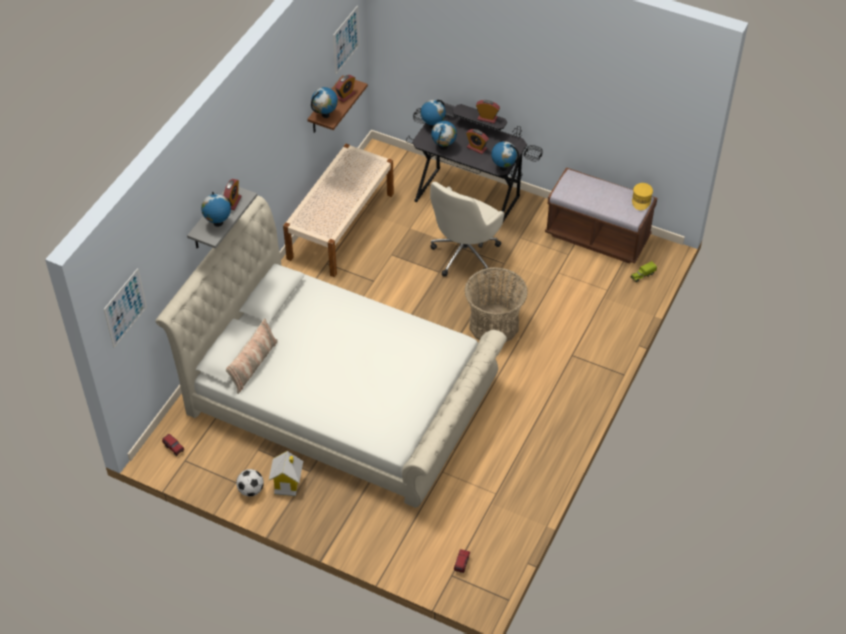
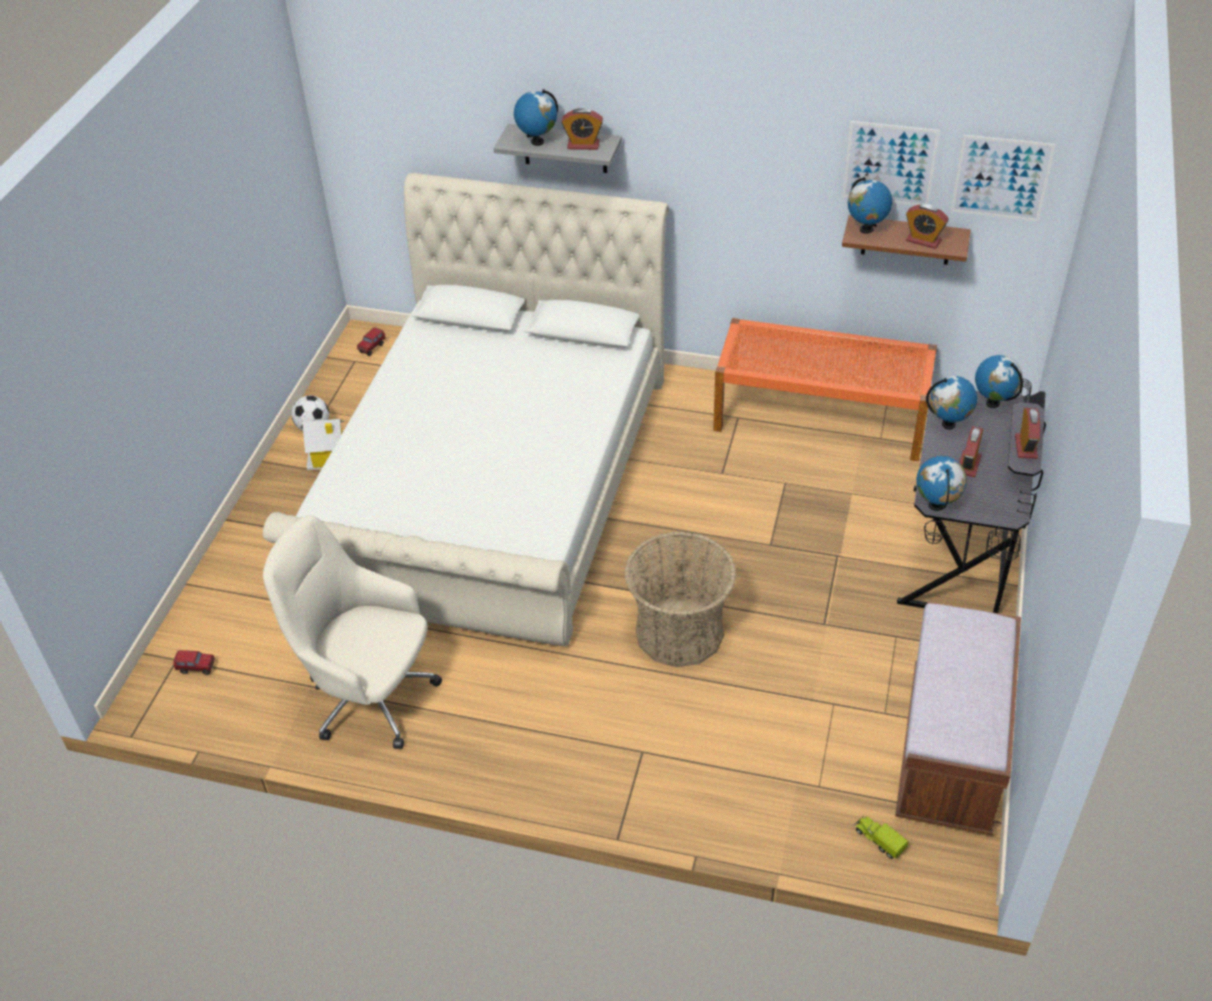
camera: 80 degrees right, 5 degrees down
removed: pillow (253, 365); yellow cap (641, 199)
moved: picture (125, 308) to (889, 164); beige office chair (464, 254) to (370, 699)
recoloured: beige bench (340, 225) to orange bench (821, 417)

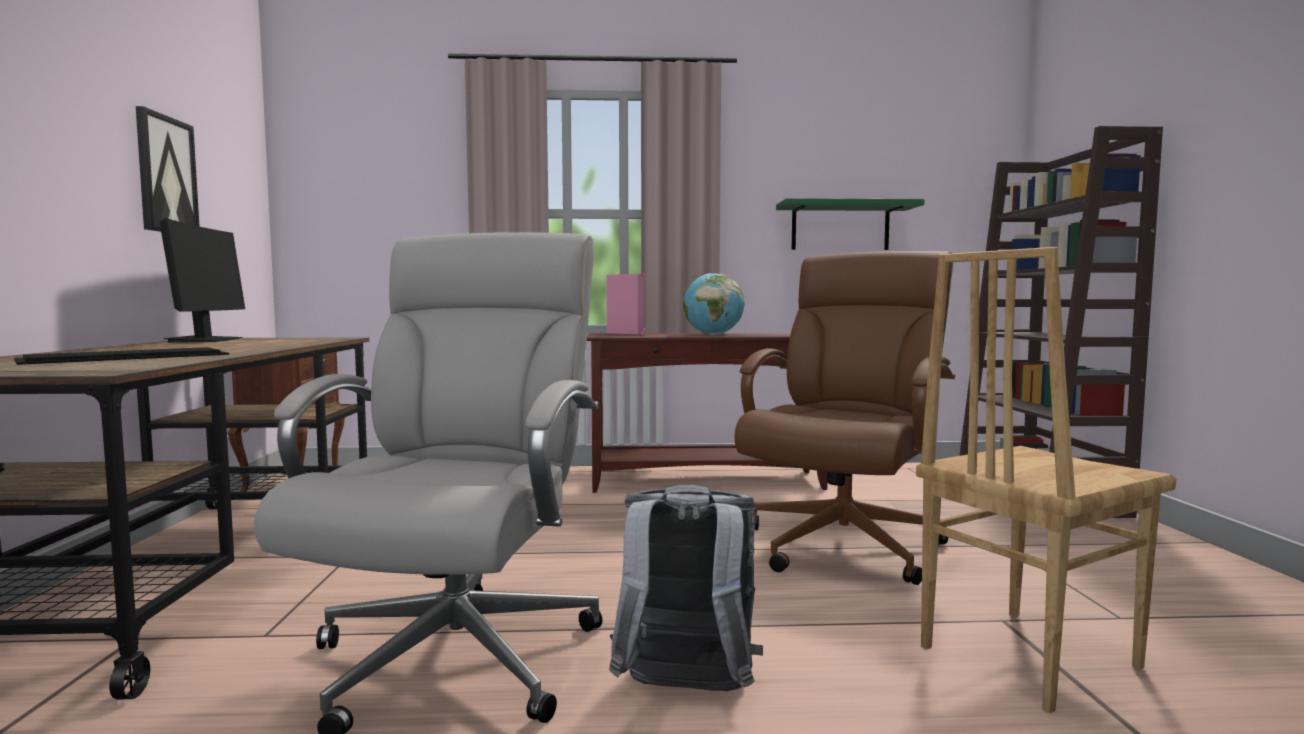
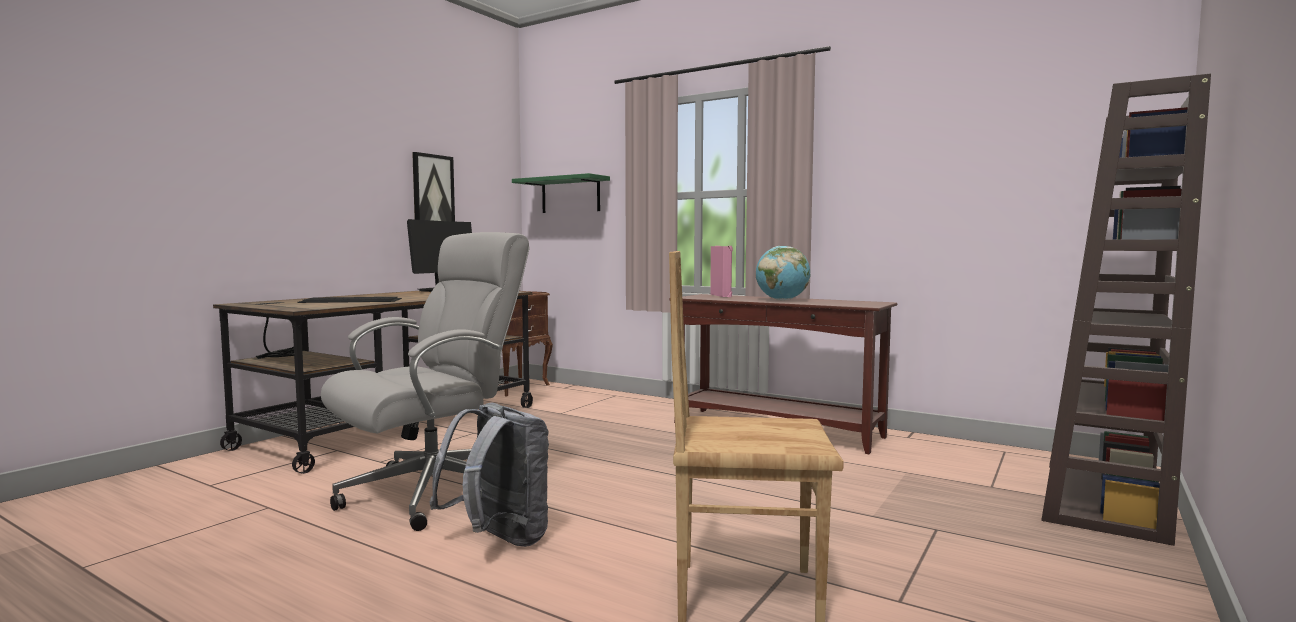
camera: 35 degrees right, 0 degrees up
removed: brown office chair (841, 546)
moved: green shelf (840, 227) to (570, 195)

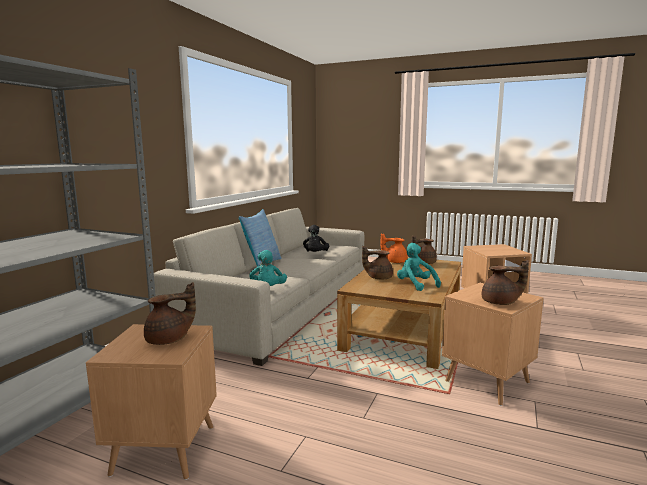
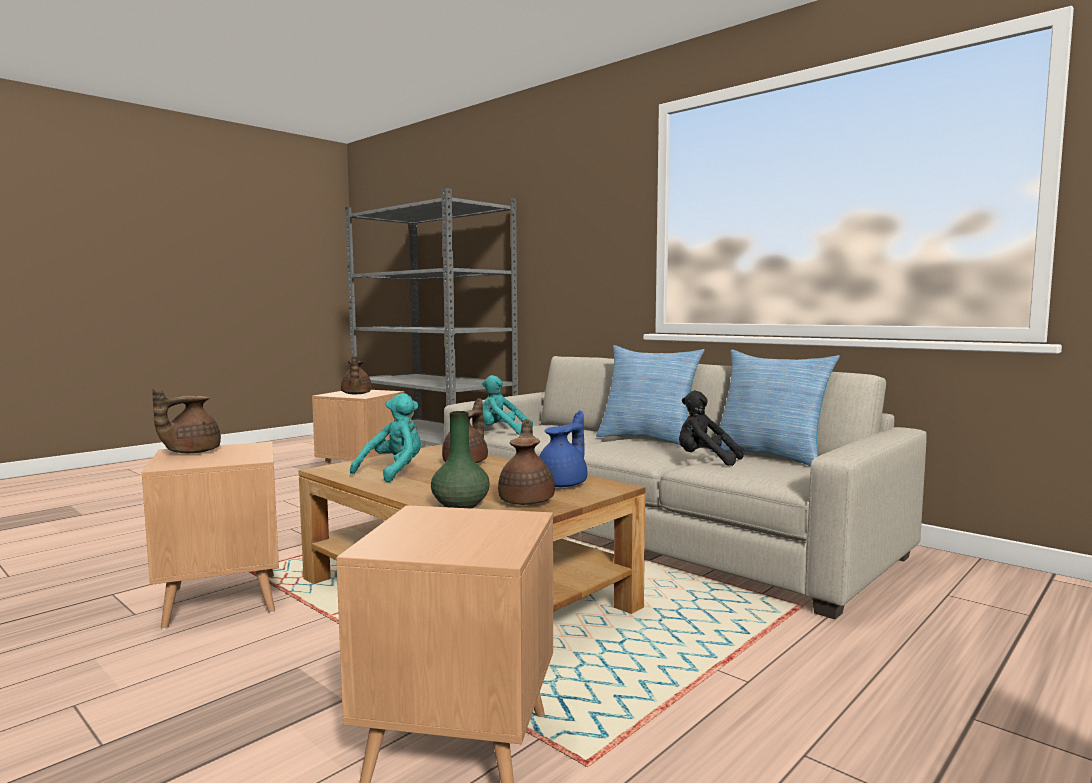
camera: 110 degrees right, 5 degrees down
added: green vase (461, 505); pillow (770, 456)
recoloured: orange teapot (395, 261) to blue teapot (563, 484)
turned: turquoise plush toy (415, 285) = (394, 472) 45 degrees counterclockwise

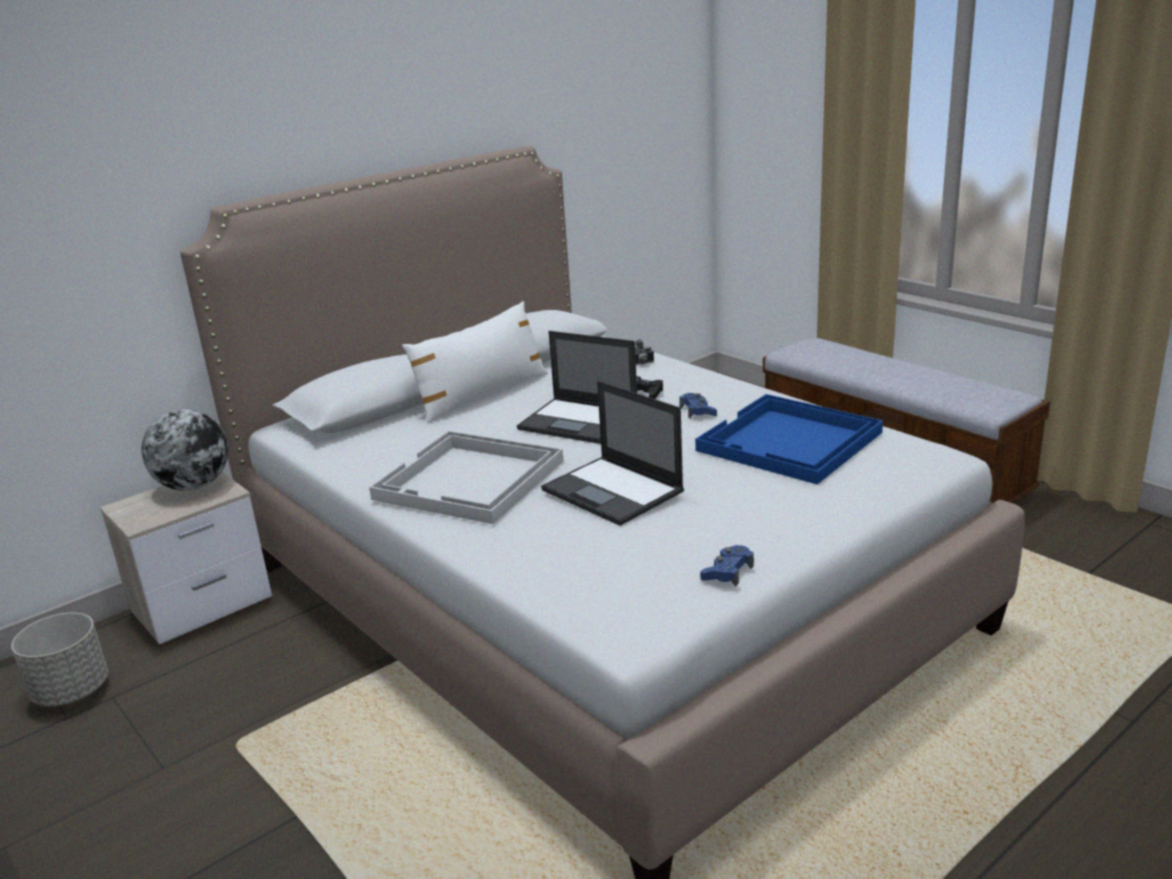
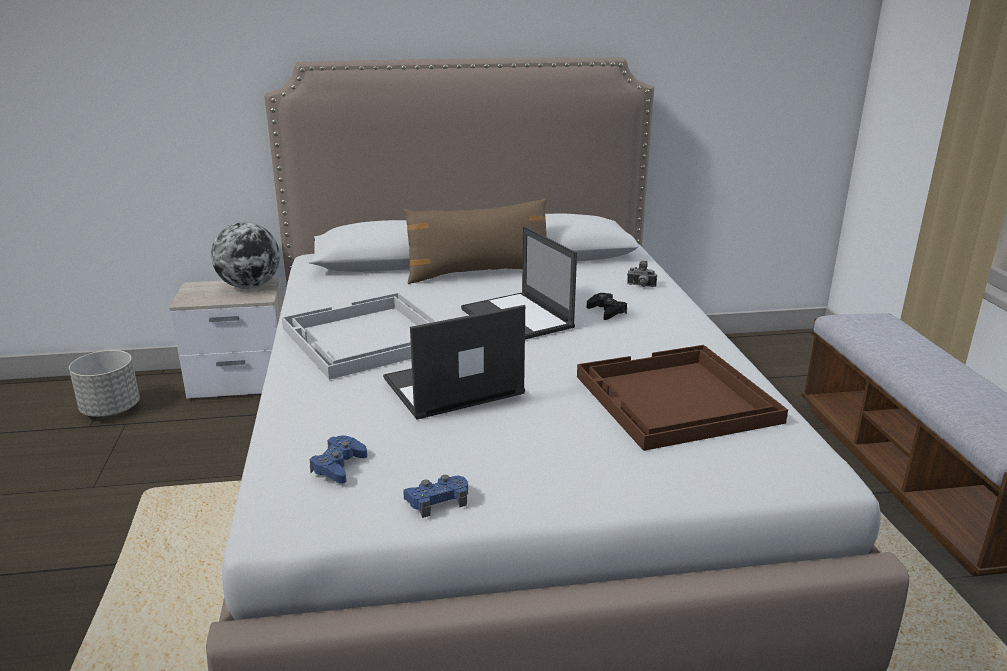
camera: 30 degrees right, 0 degrees up
moved: blue game controller (697, 411) to (338, 466)
recoloured: white pillow (481, 394) to brown pillow (479, 273); blue tray (790, 442) to brown tray (675, 400)
turned: laptop (614, 491) = (451, 387) 75 degrees clockwise

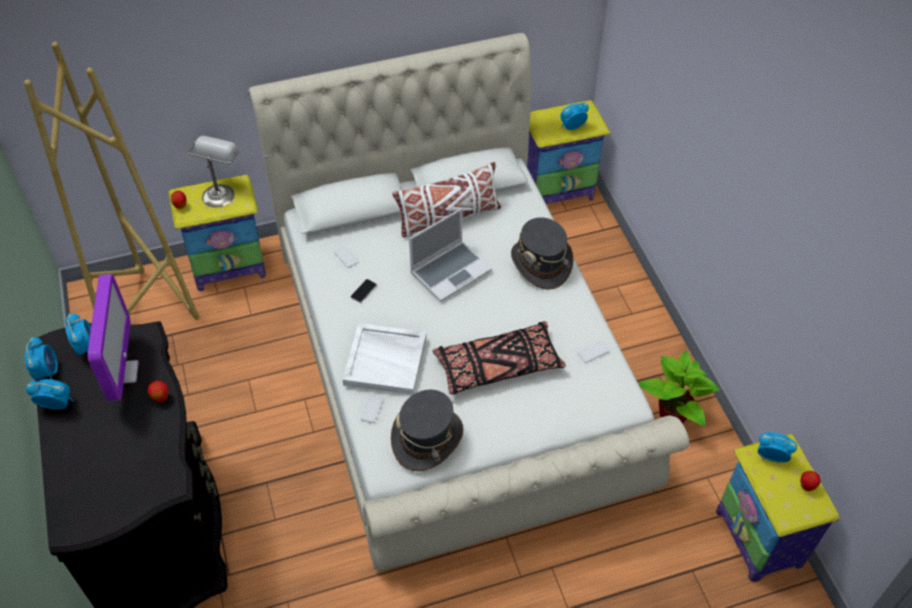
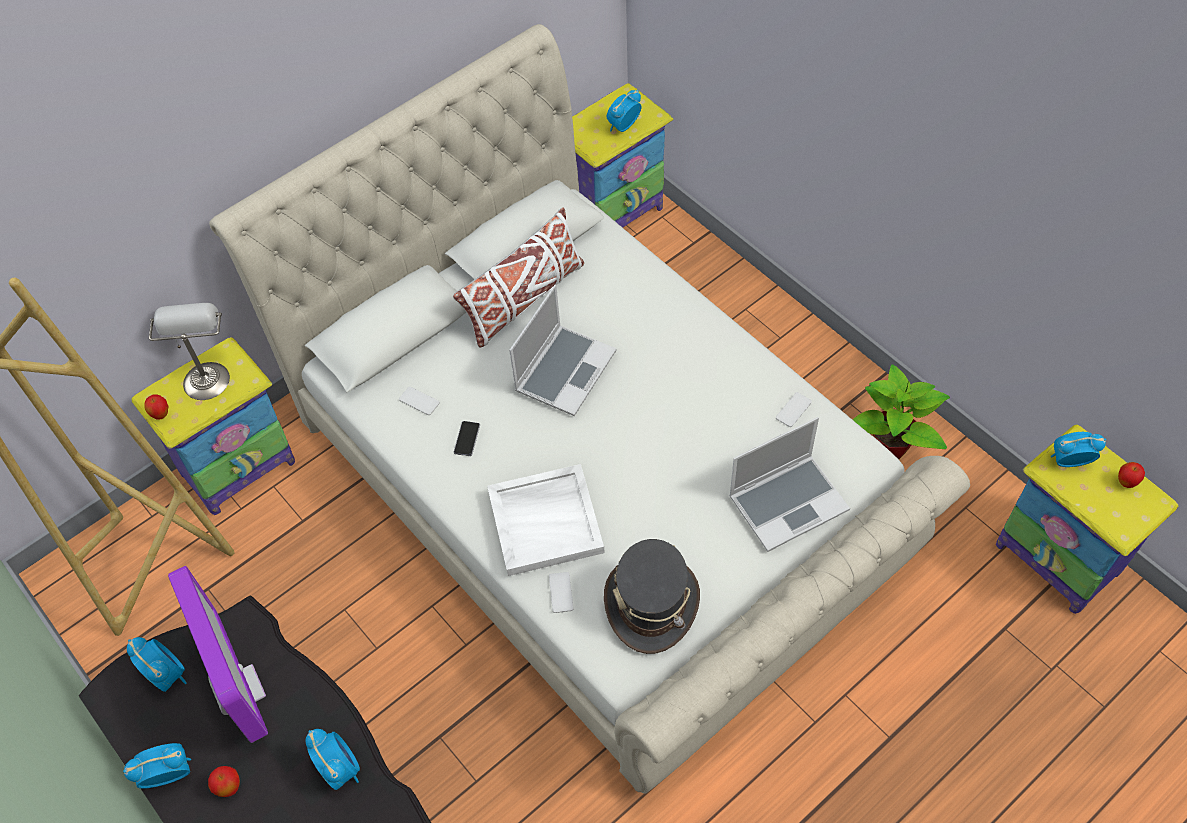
camera: 20 degrees left, 5 degrees up
removed: black pillow (498, 366); grey hat (541, 263)
added: laptop (788, 502)
moved: alarm clock (47, 372) to (340, 768); apple (161, 398) to (229, 788)

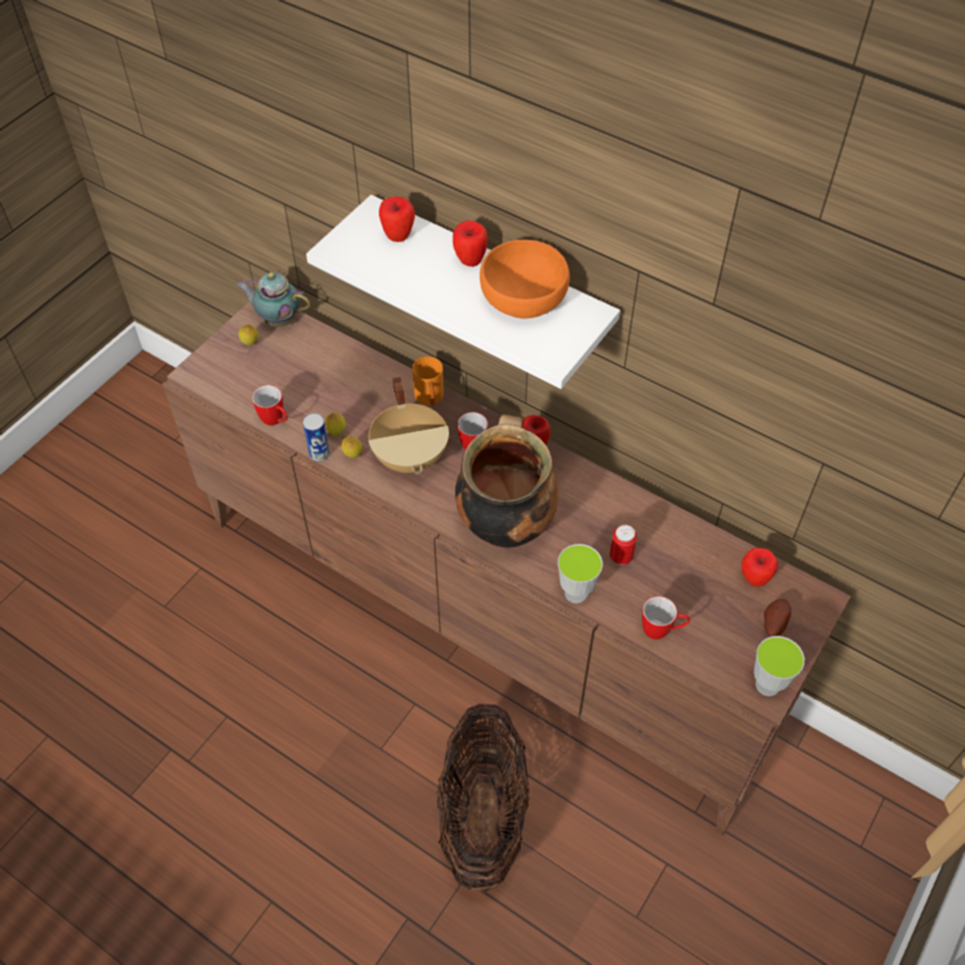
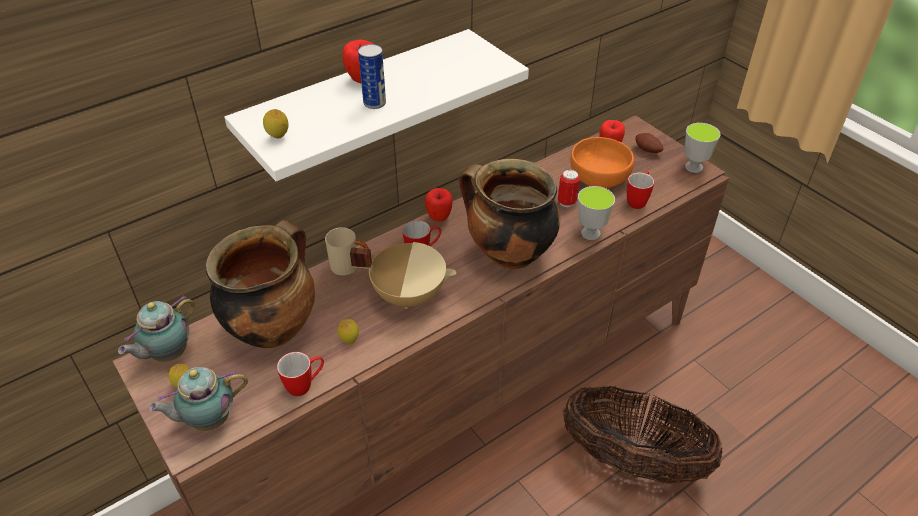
camera: 70 degrees left, 10 degrees down
removed: apple (398, 236)
added: teapot (208, 420); cooking pot (273, 327)
moved: can (319, 454) to (374, 103); lemon (353, 456) to (278, 138); orange bowl (522, 298) to (598, 178)
recoloured: orange mug (430, 399) to beige mug (350, 266)

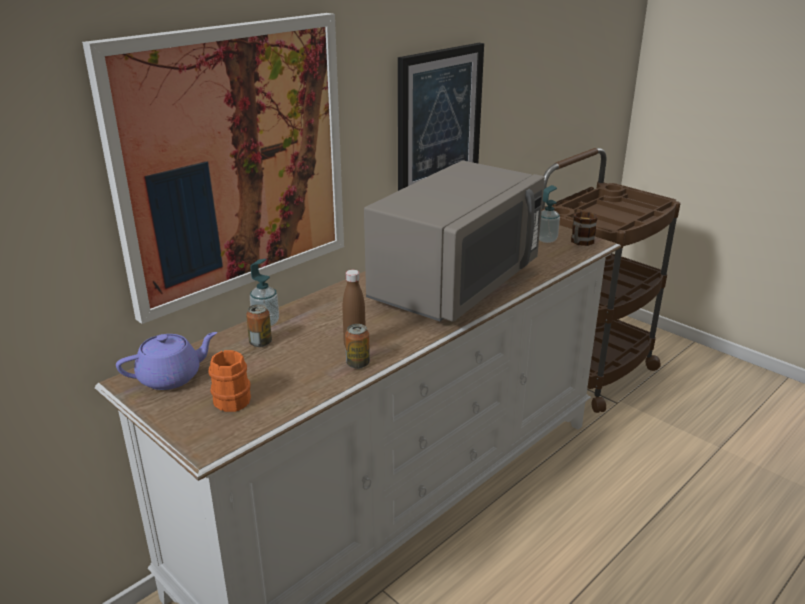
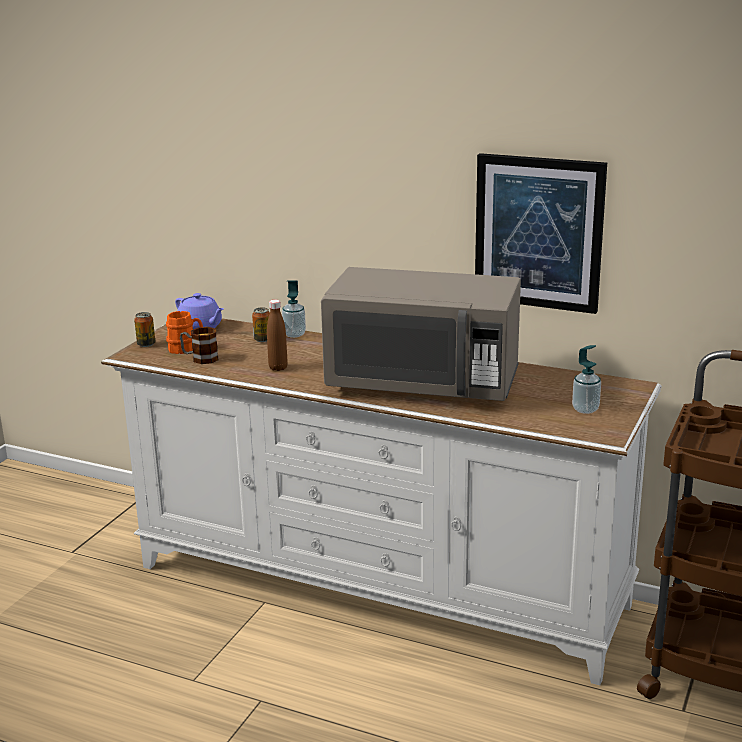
camera: 70 degrees right, 5 degrees down
removed: picture (233, 161)
moved: can (358, 364) to (146, 344); mug (580, 242) to (200, 358)

